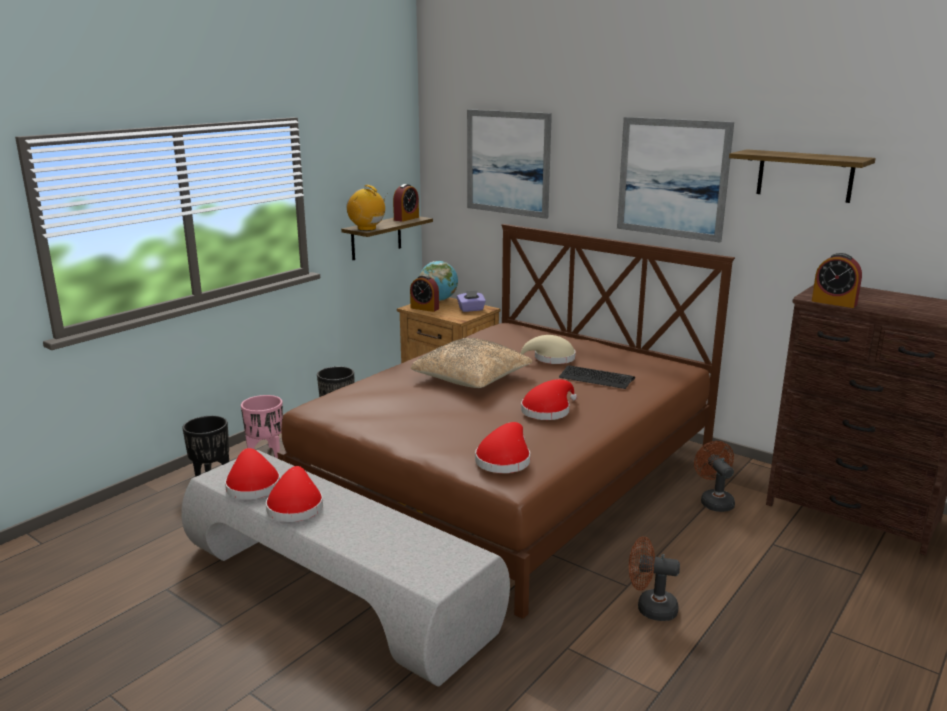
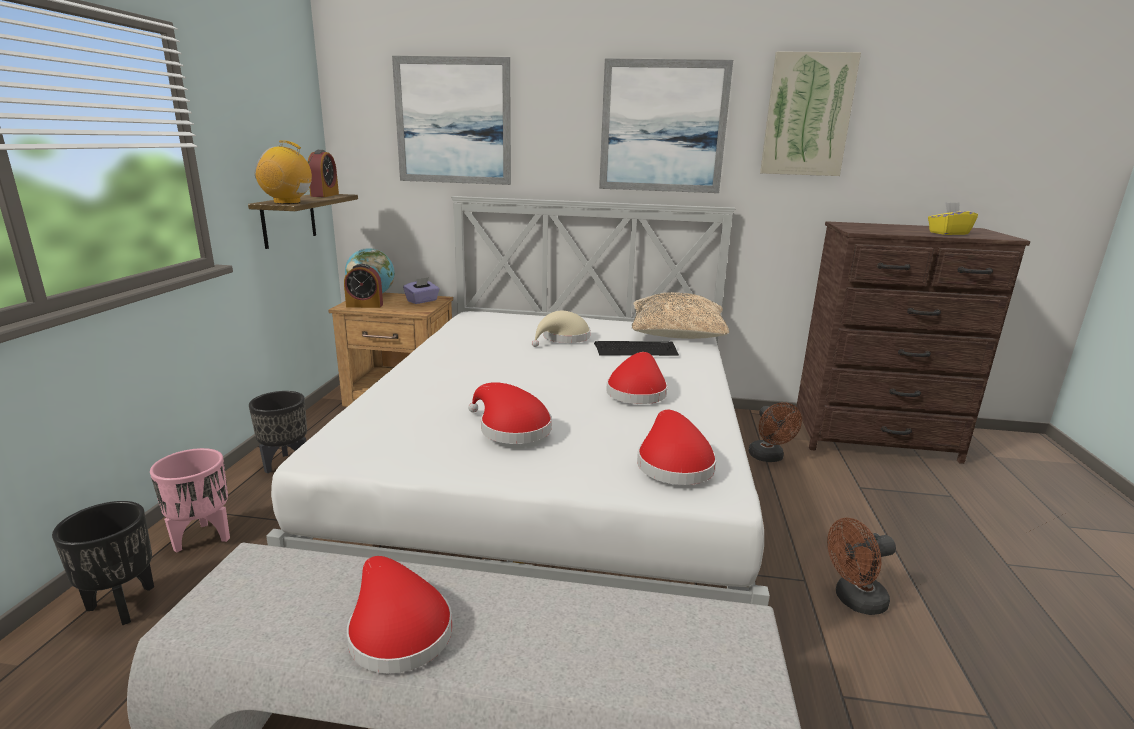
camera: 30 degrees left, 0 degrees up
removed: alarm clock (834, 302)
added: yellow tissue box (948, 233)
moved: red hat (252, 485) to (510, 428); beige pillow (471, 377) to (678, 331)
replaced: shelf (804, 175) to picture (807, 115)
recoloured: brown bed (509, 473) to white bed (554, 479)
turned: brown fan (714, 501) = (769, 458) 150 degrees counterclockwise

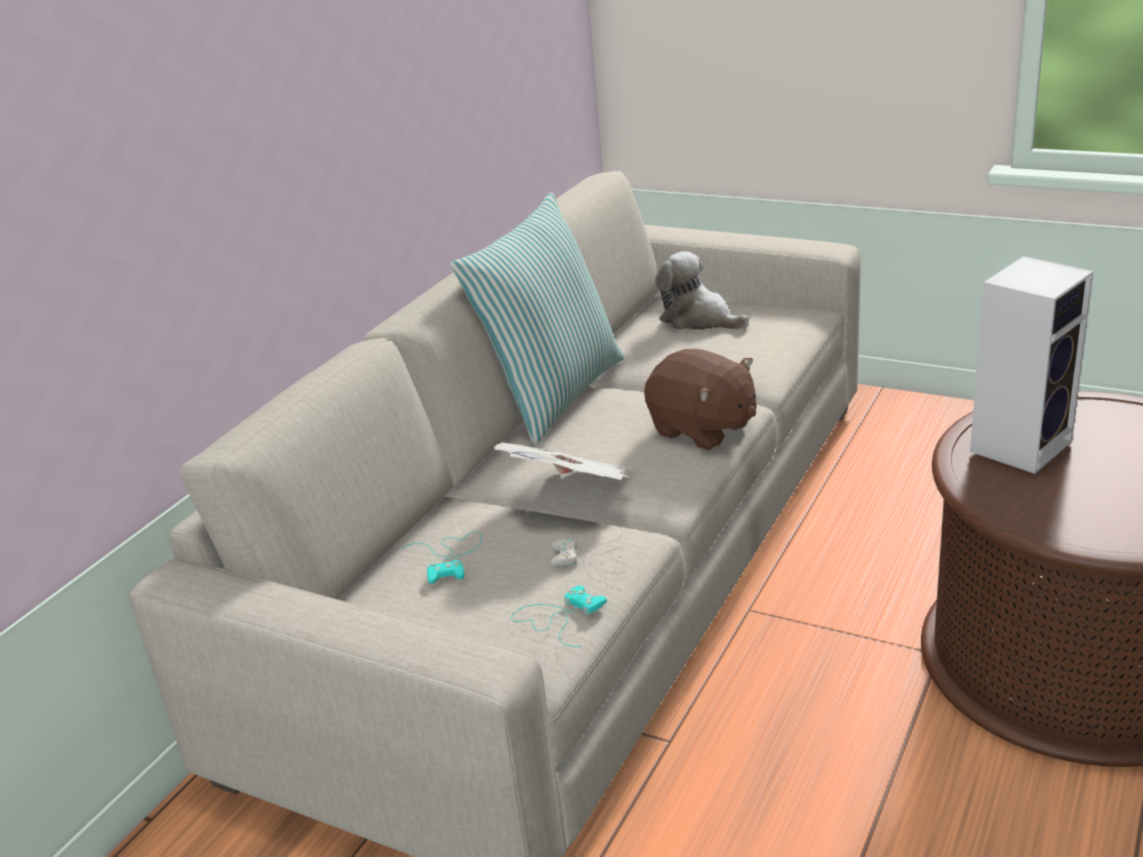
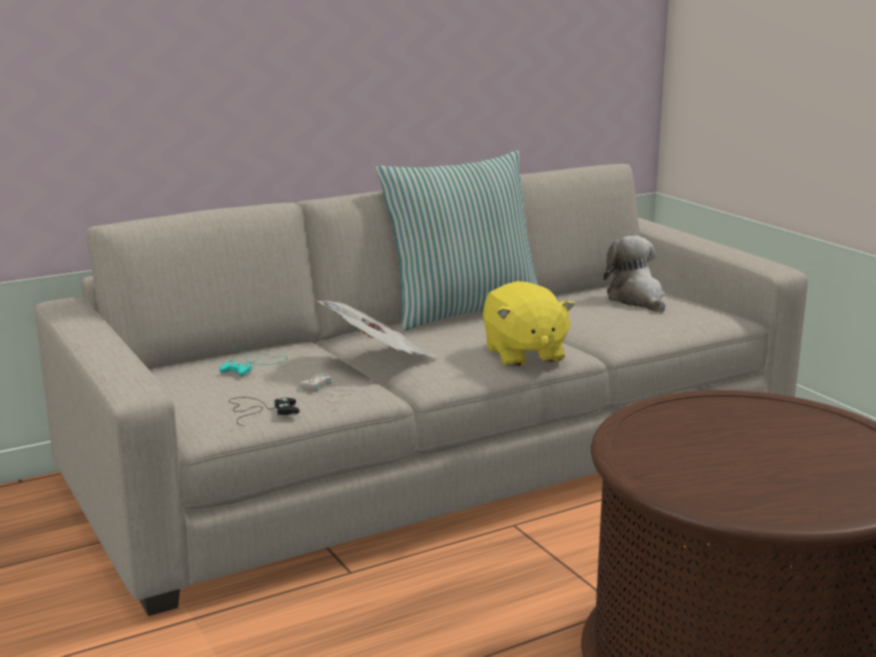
camera: 30 degrees right, 10 degrees down
removed: speaker (1020, 444)
recoloured: turquoise game controller (558, 617) to black game controller (259, 411); brown plush toy (702, 429) to yellow plush toy (523, 354)

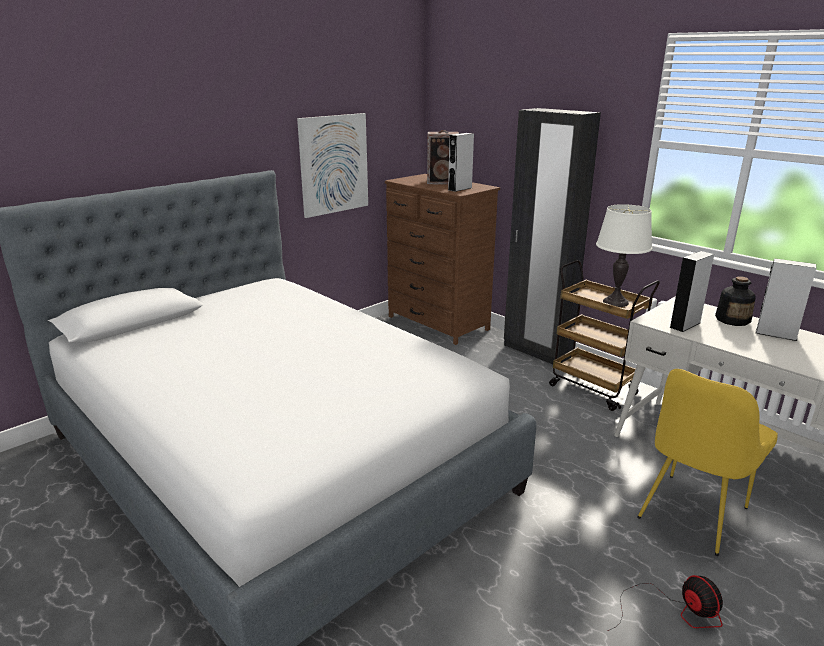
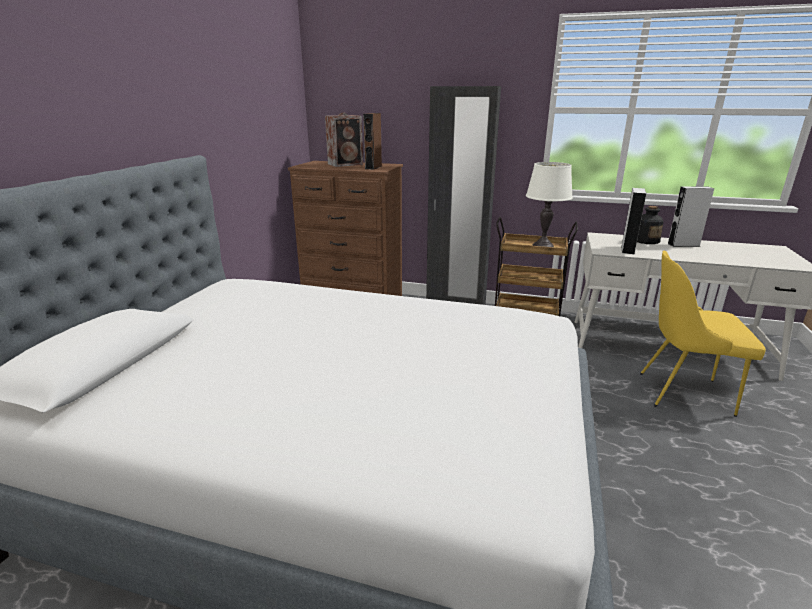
camera: 30 degrees left, 0 degrees up
removed: picture (334, 164); fan (674, 611)
recoloured: grey speaker (460, 189) to brown speaker (373, 167)
turned: yellow chair (692, 513) = (684, 393) 90 degrees clockwise

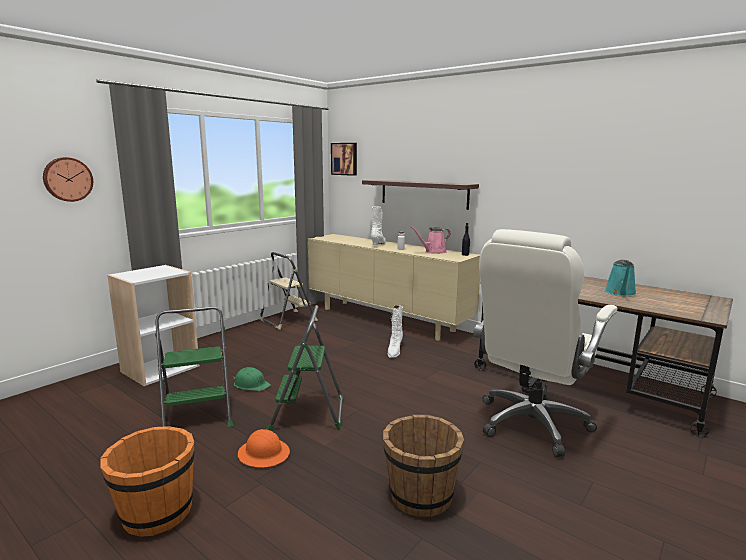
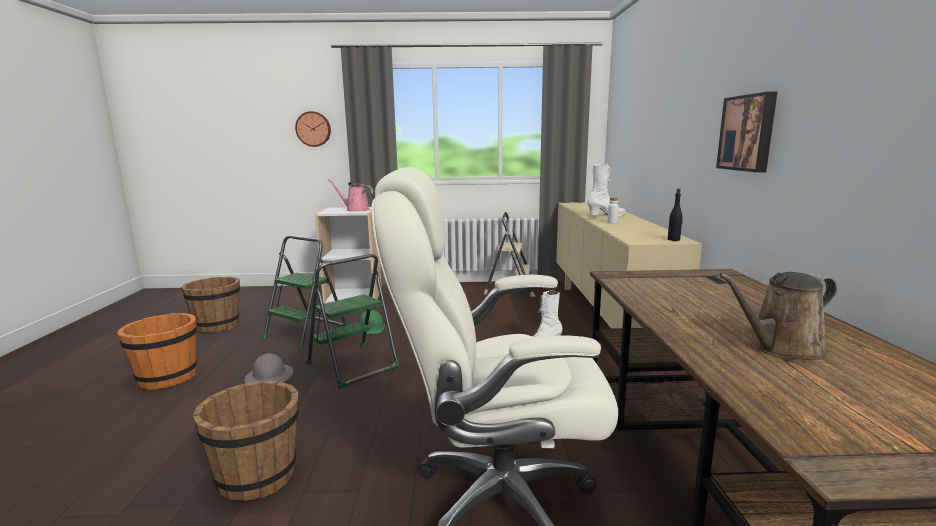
camera: 50 degrees right, 0 degrees up
removed: shelf (423, 193)
added: brown bucket (217, 325)
moved: picture (344, 159) to (748, 133); pink watering can (433, 252) to (355, 210)
recoloured: orange hard hat (264, 454) to grey hard hat (270, 377); turquoise watering can (620, 293) to brown watering can (780, 348)

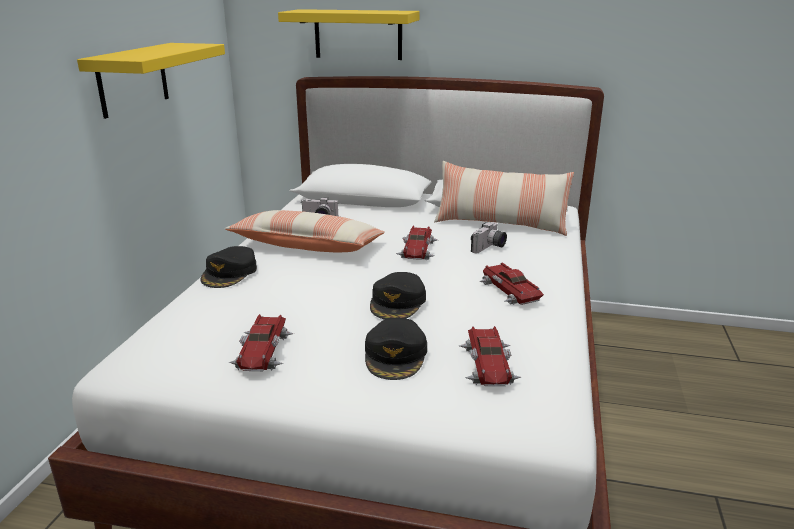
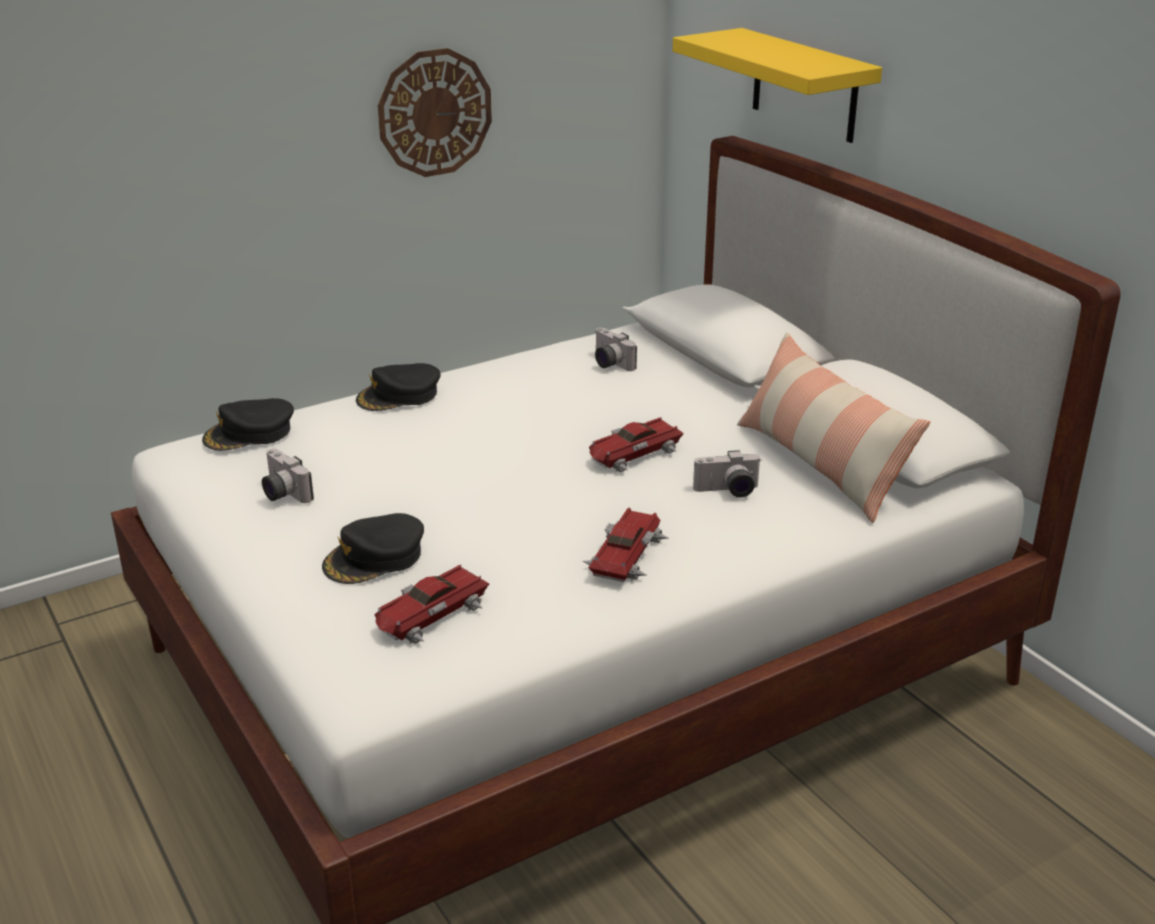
camera: 45 degrees right, 5 degrees up
removed: pillow (307, 246)
moved: black cap (398, 302) to (249, 433)
replaced: yellow shelf (133, 79) to wall clock (434, 113); toy car (263, 351) to photo camera (282, 493)

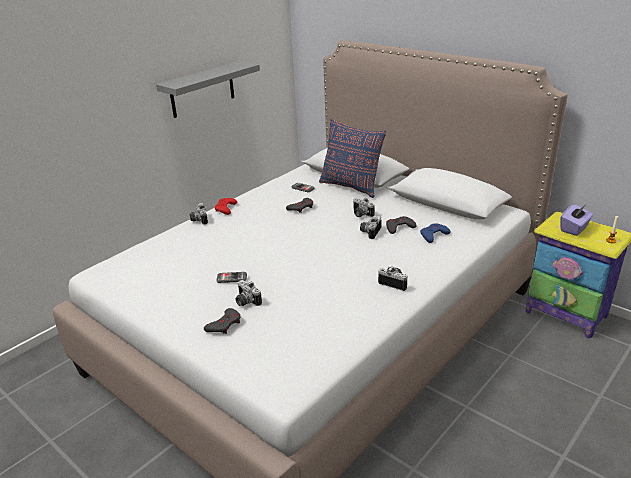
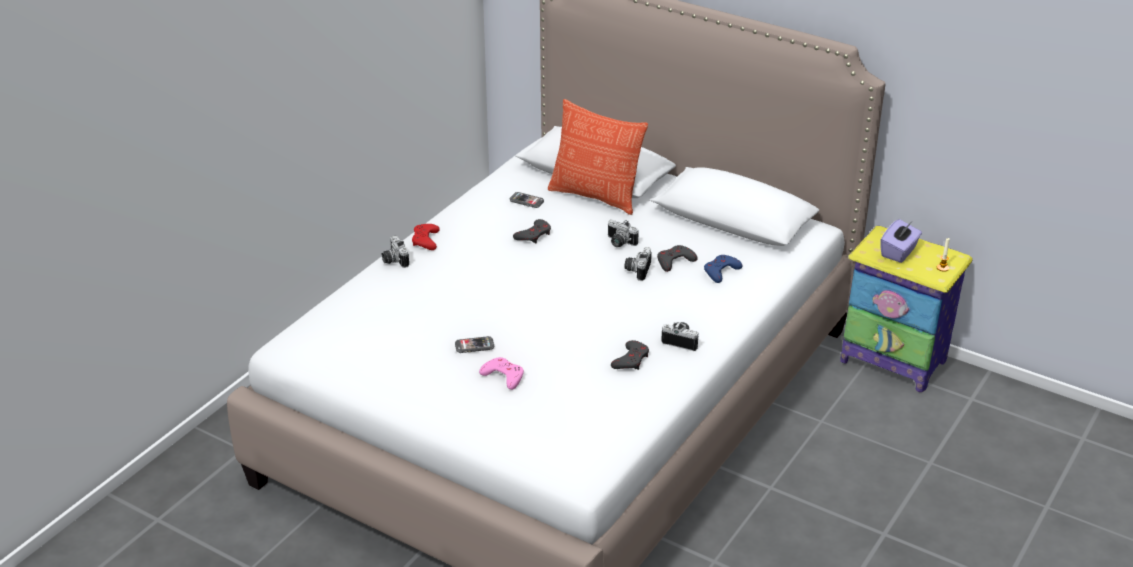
camera: 10 degrees left, 5 degrees up
removed: grey shelf (202, 89)
moved: grey game controller (224, 325) to (631, 360)
replaced: photo camera (245, 302) to pink game controller (503, 376)
recoloured: blue pillow (351, 187) to orange pillow (596, 196)

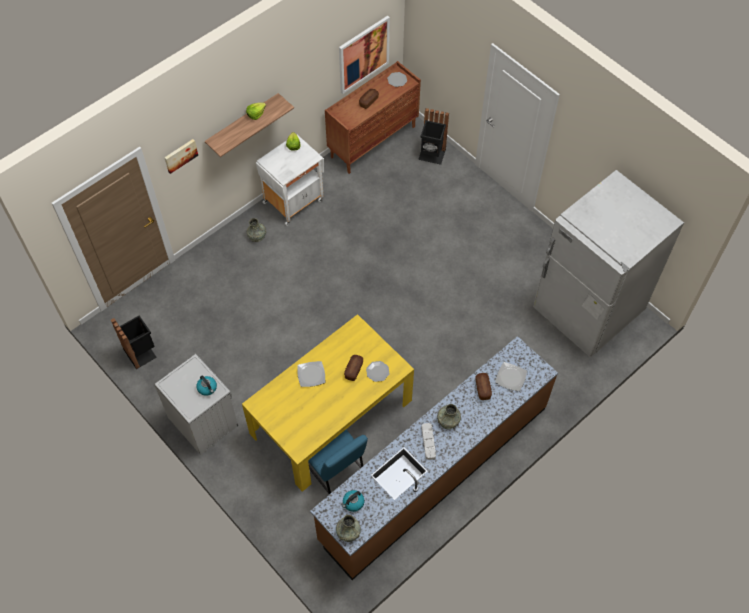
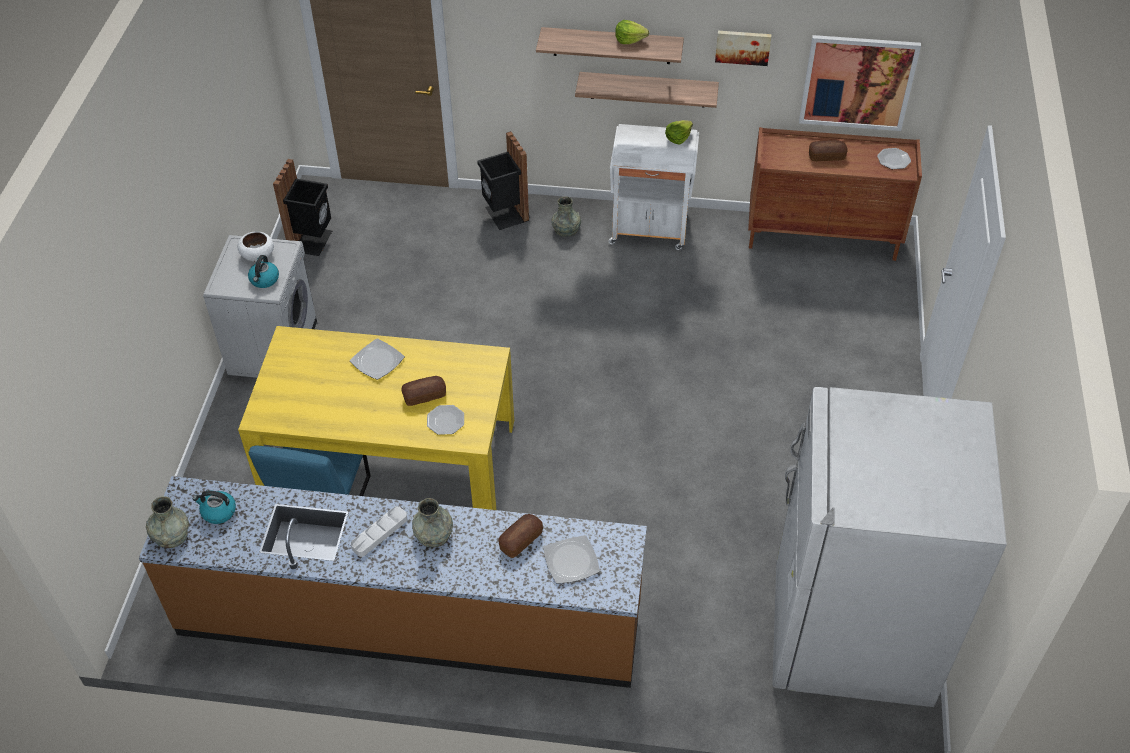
camera: 50 degrees right, 10 degrees down
added: white bowl (258, 255); shelf (648, 89)
moved: picture (180, 155) to (743, 46); black trash can (431, 155) to (505, 214)

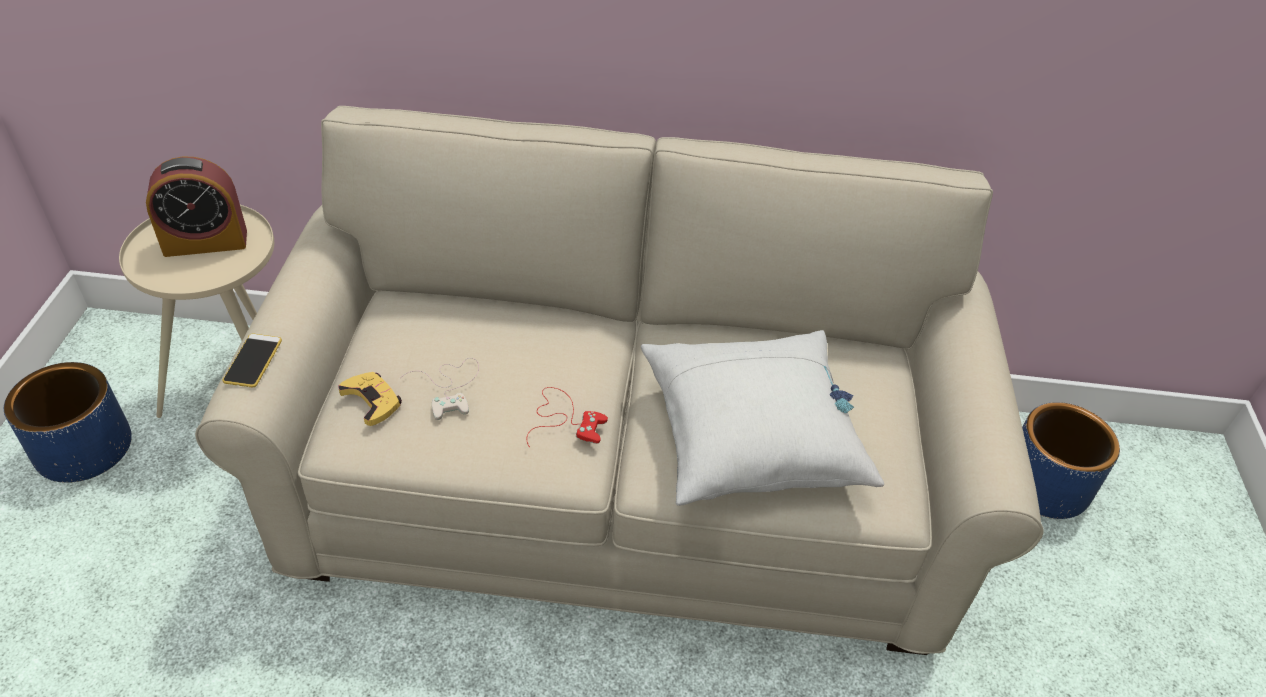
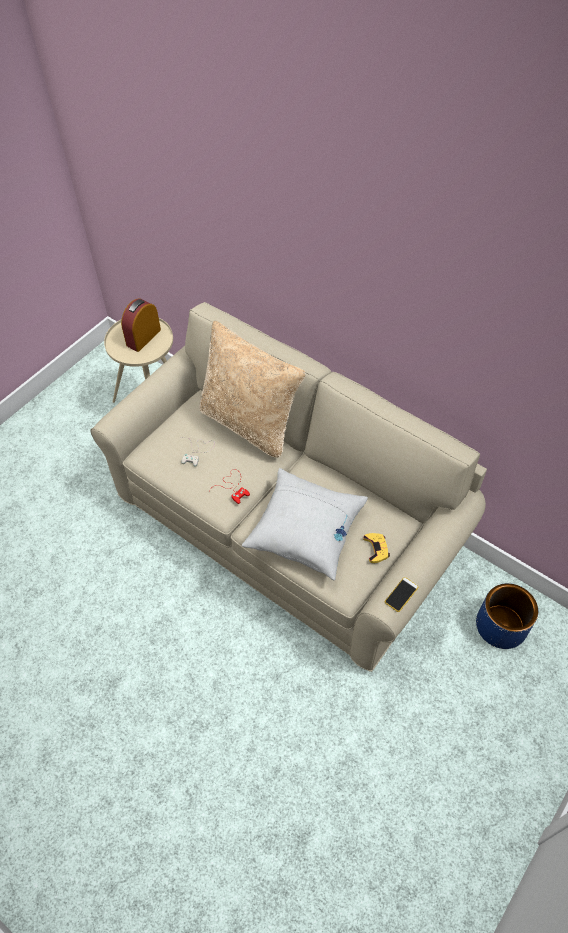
camera: 35 degrees right, 10 degrees up
removed: blue planter (84, 450)
added: beige pillow (249, 426)
moved: phone (253, 361) to (401, 594); yellow game controller (372, 401) to (376, 549)
turned: alarm clock (205, 242) = (143, 337) 105 degrees clockwise

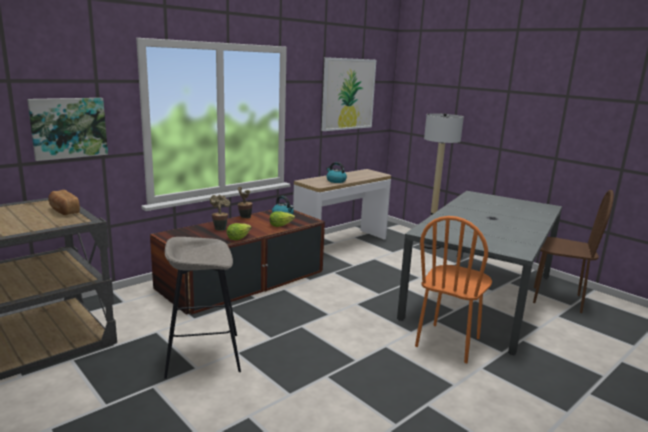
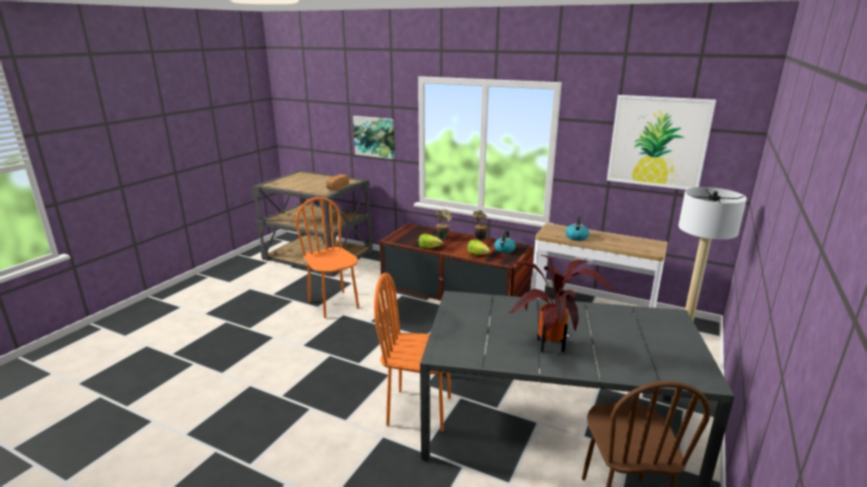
camera: 70 degrees right, 5 degrees up
added: potted plant (549, 347)
replaced: grey stool (203, 355) to orange chair (334, 304)

